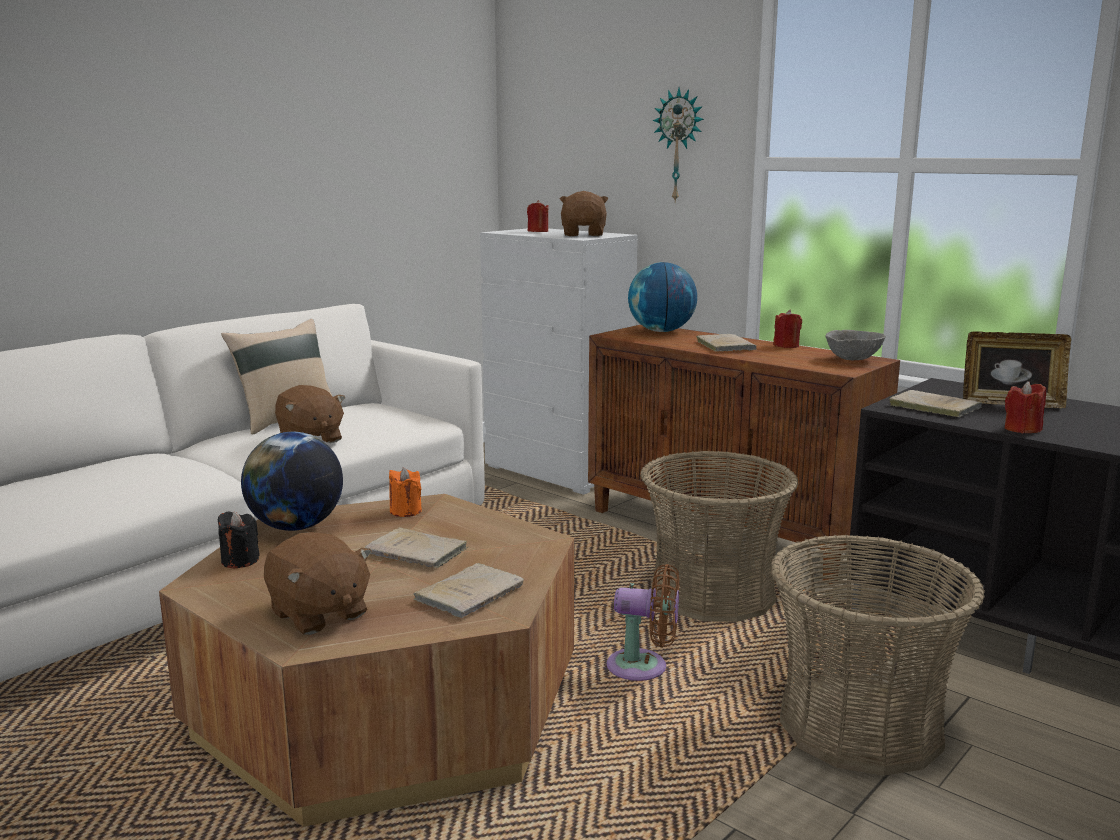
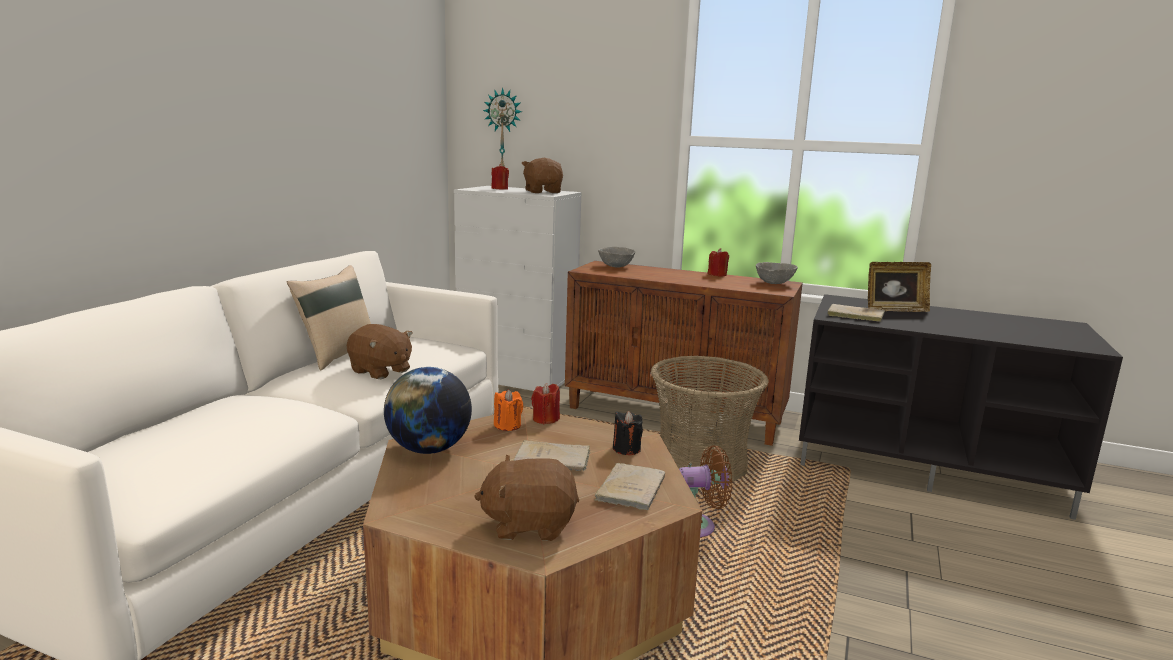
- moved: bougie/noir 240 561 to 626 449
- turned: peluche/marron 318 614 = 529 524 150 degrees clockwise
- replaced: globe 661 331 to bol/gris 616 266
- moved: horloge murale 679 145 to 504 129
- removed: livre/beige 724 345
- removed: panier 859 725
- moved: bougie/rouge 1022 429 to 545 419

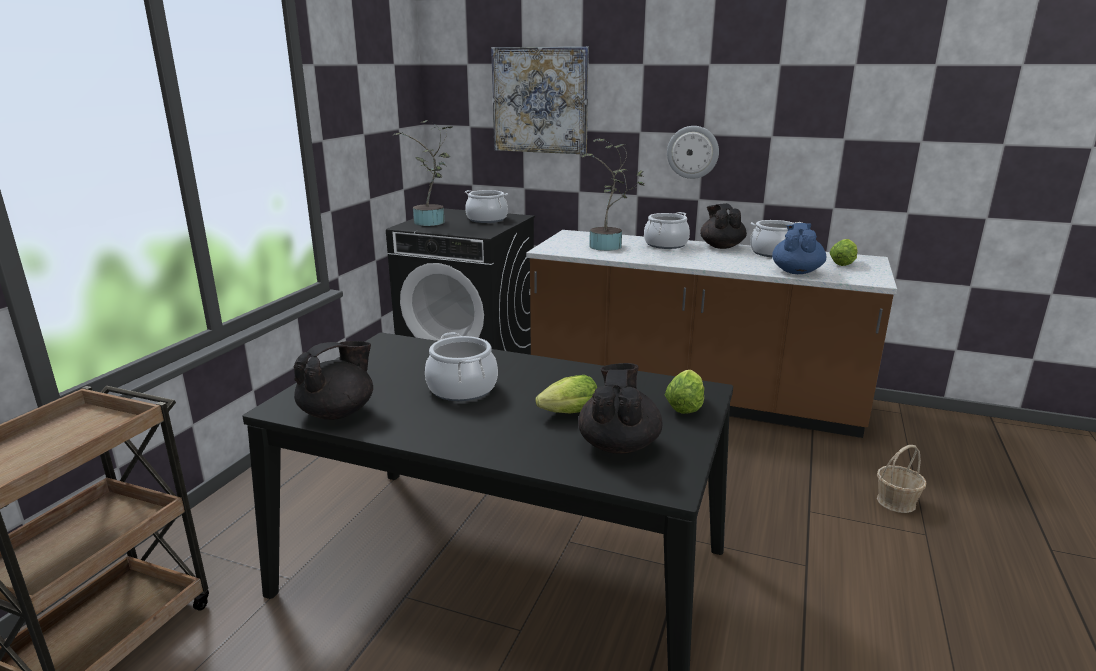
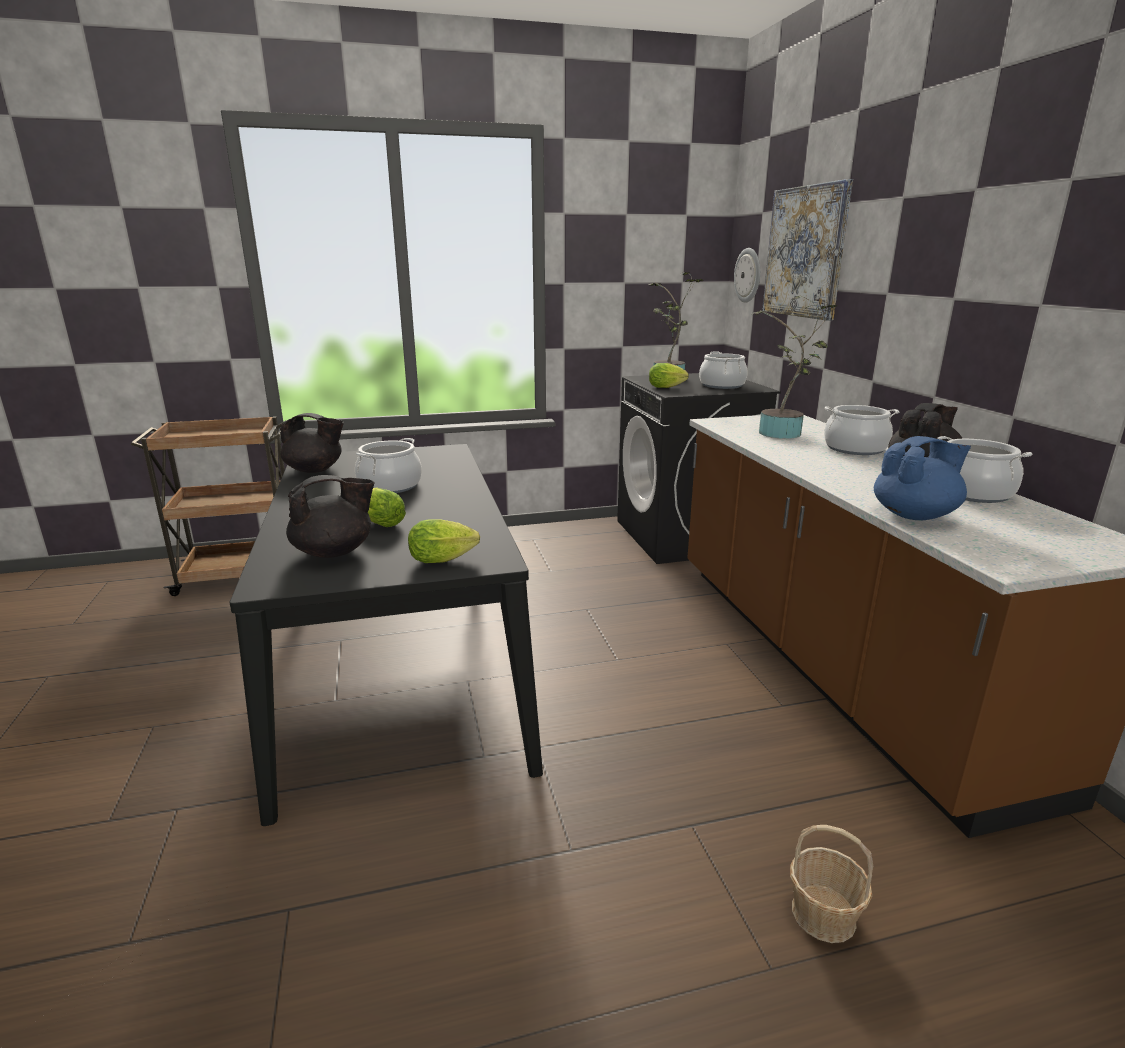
- moved: horloge murale 692 152 to 748 275
- moved: laitue 843 263 to 668 387

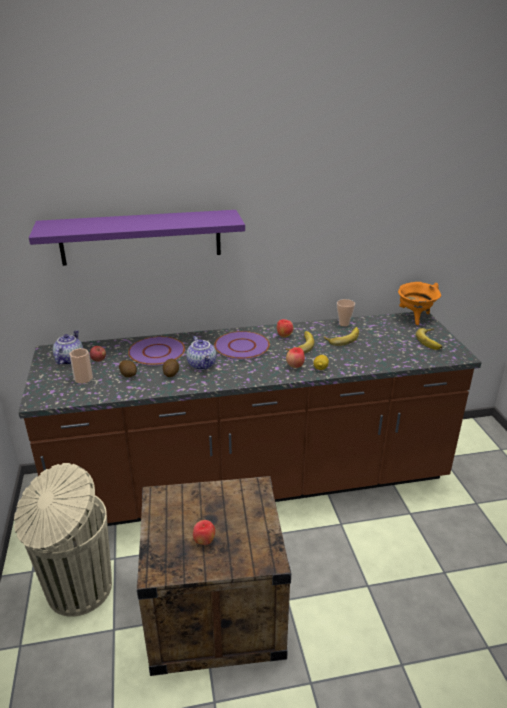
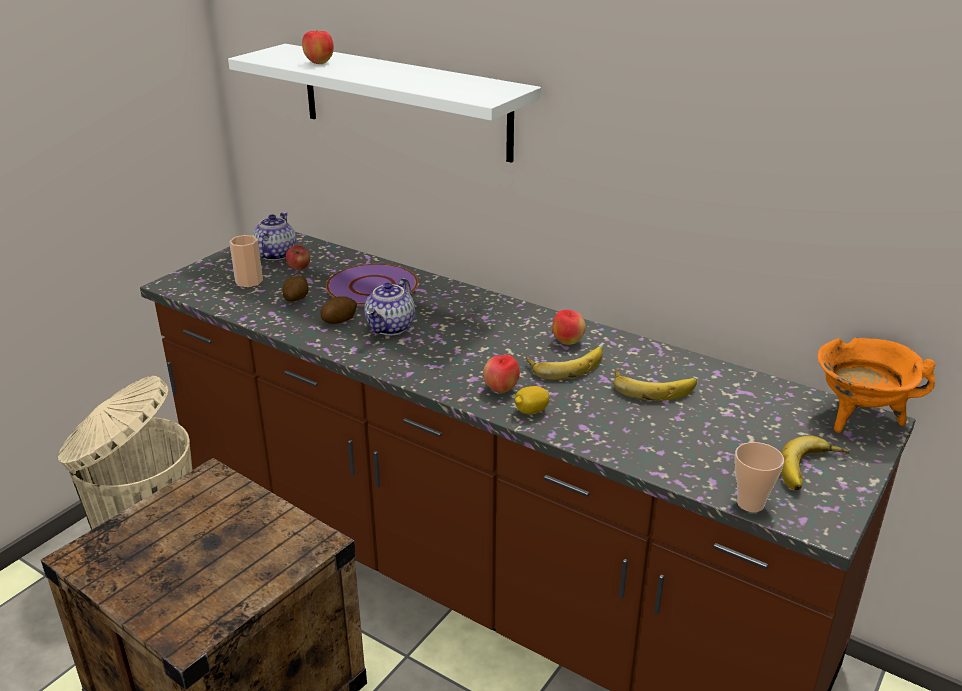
- recoloured: étagère/violet 141 237 to étagère/blanc 404 101
- turned: théière 69 359 = 275 254 45 degrees counterclockwise
- moved: pomme 204 541 to 319 63
- removed: assiette/violet 242 346
- moved: tasse 344 324 to 750 503

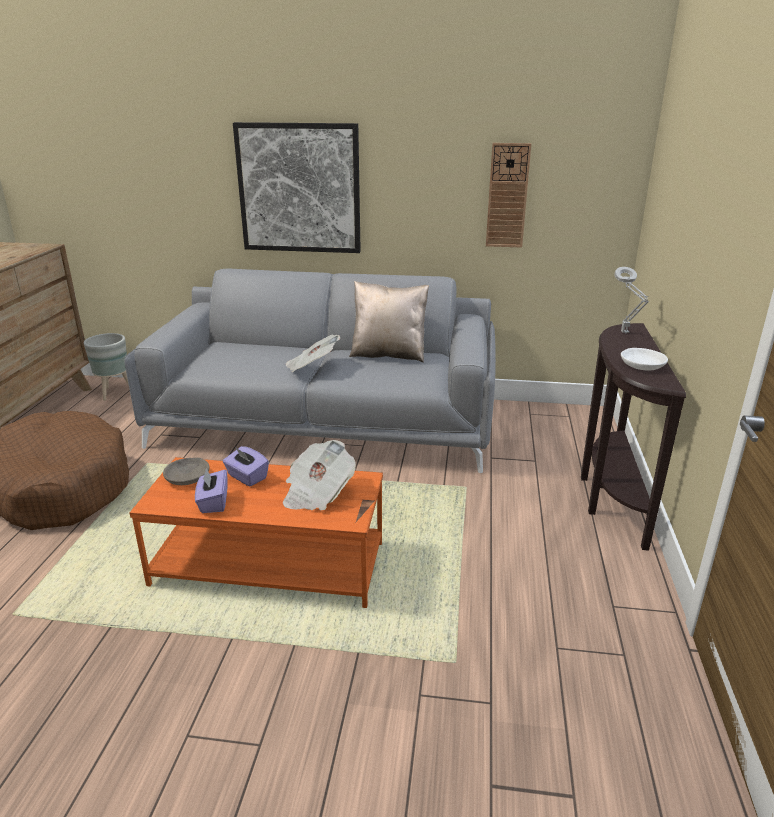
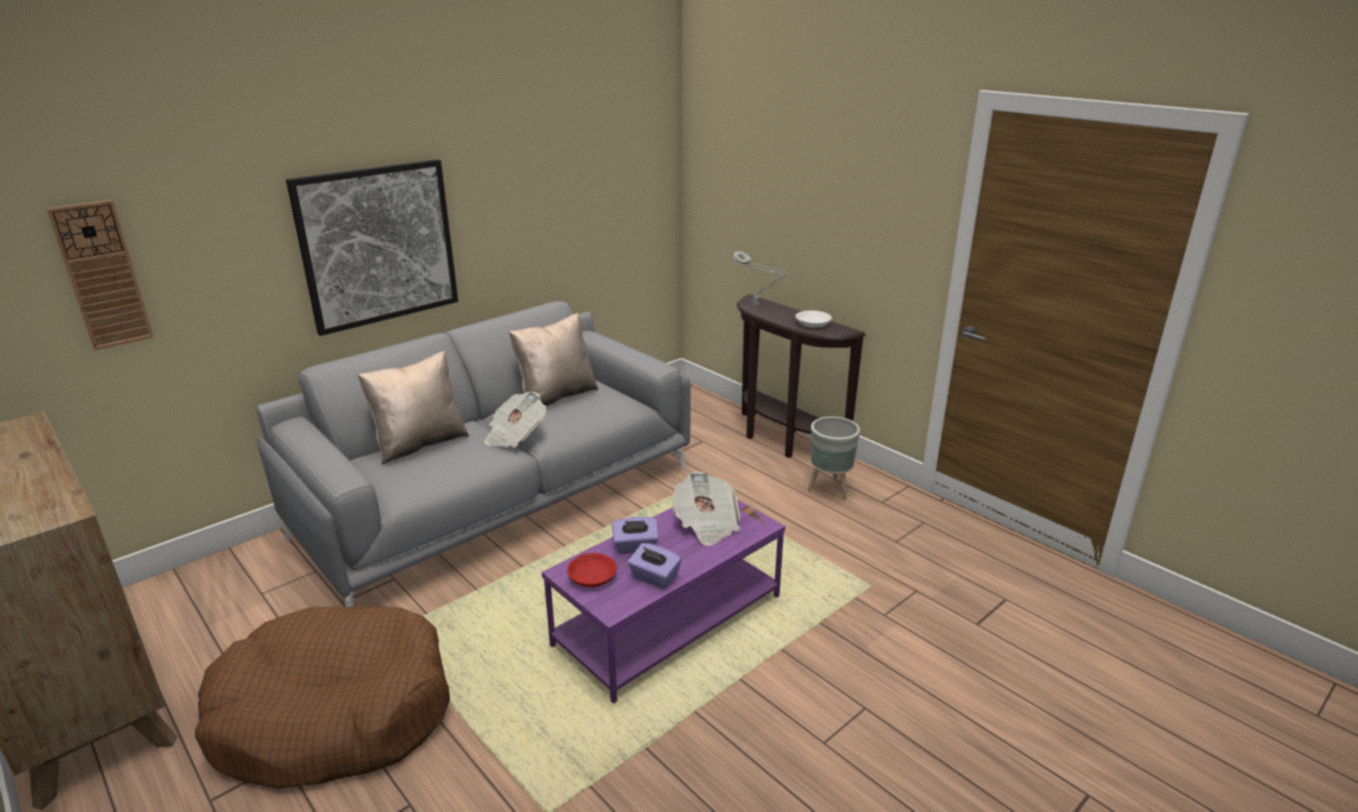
- moved: cache-pot/gris 114 393 to 829 490
- recoloured: table basse/orange 270 564 to table basse/violet 669 620
- recoloured: bol/gris 188 477 to bol/rouge 592 576
- moved: horloge murale 507 196 to 102 275
- added: coussin/beige 420 444

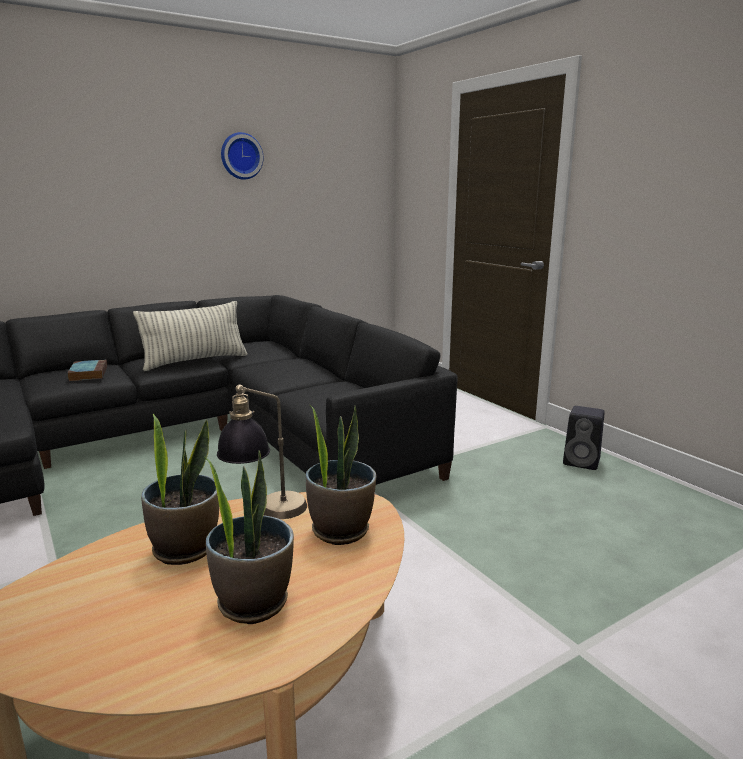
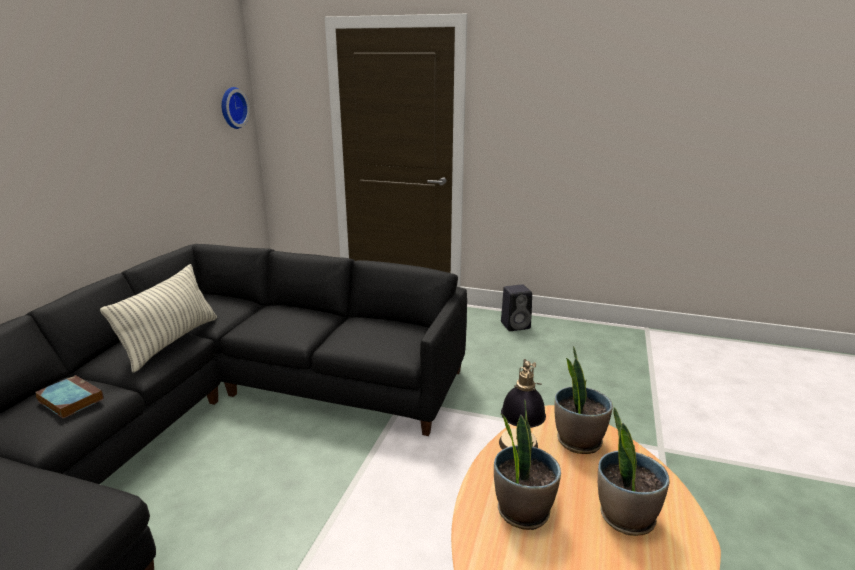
- moved: horloge murale 241 156 to 232 108

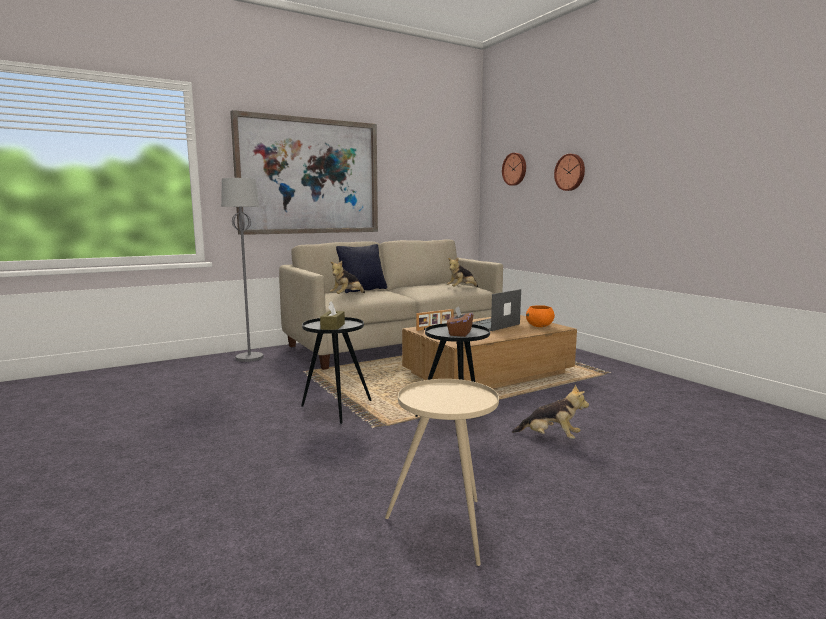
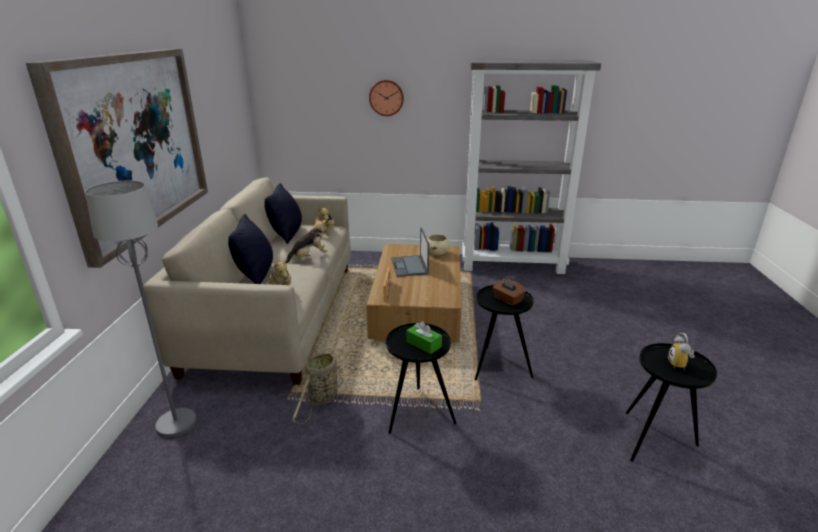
- recoloured: boîte à mouchoirs/marron 333 327 to boîte à mouchoirs/vert 423 344
- recoloured: table d'appoint/beige 445 529 to table d'appoint/noir 655 441
- removed: horloge murale 515 169
- moved: peluche 550 437 to 309 257
- recoloured: bol/orange 539 326 to bol/beige 437 253
- added: coussin/noir 287 234
- added: panier 322 399
- added: bibliothèque/gris 513 265
- added: réveil 680 365

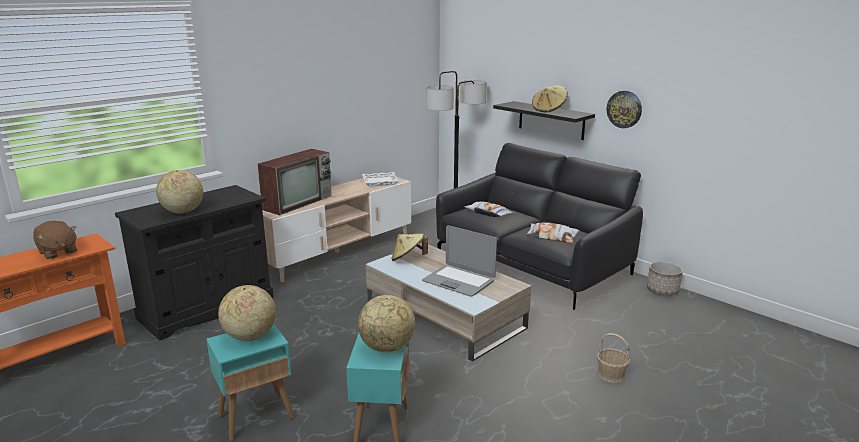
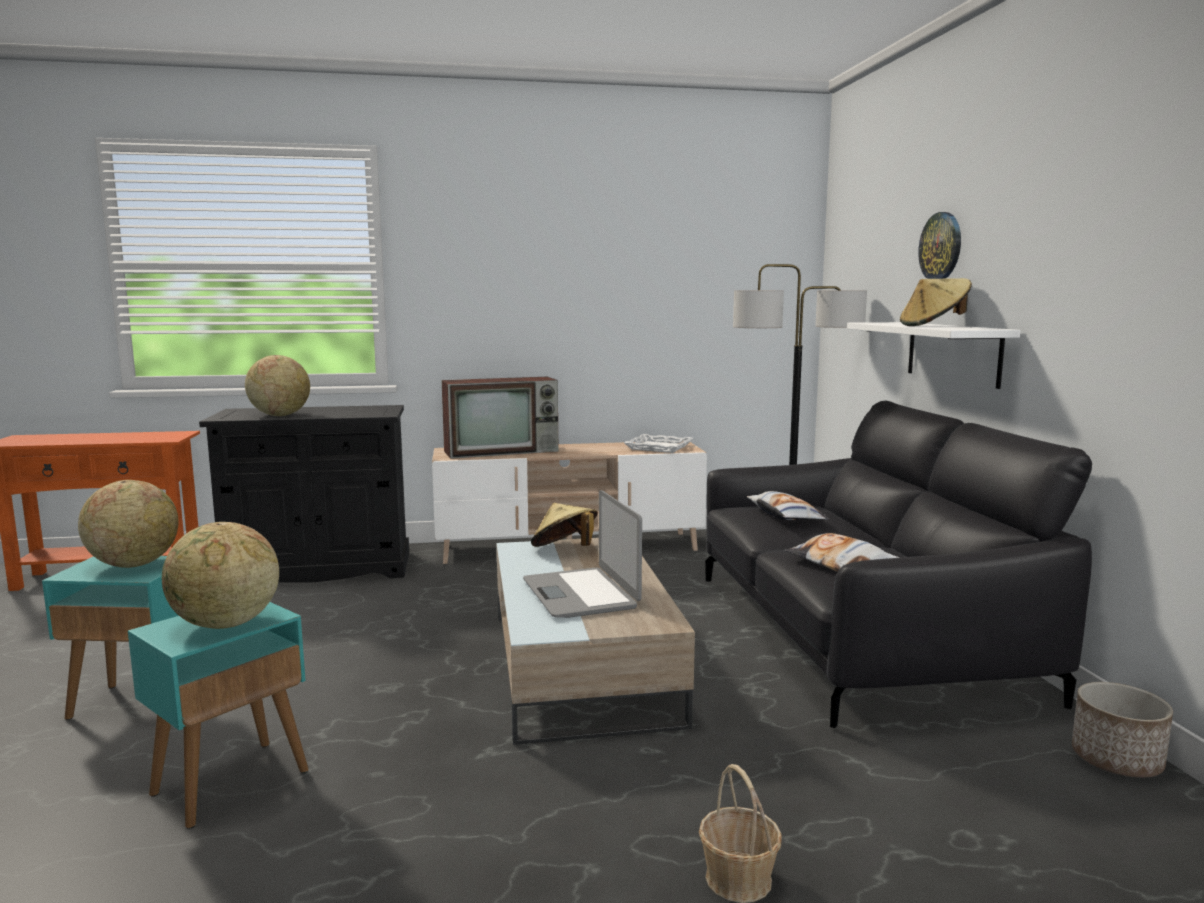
- removed: peluche/marron 57 252
- recoloured: étagère/noir 551 120 to étagère/blanc 953 353
- moved: horloge murale 624 109 to 941 246

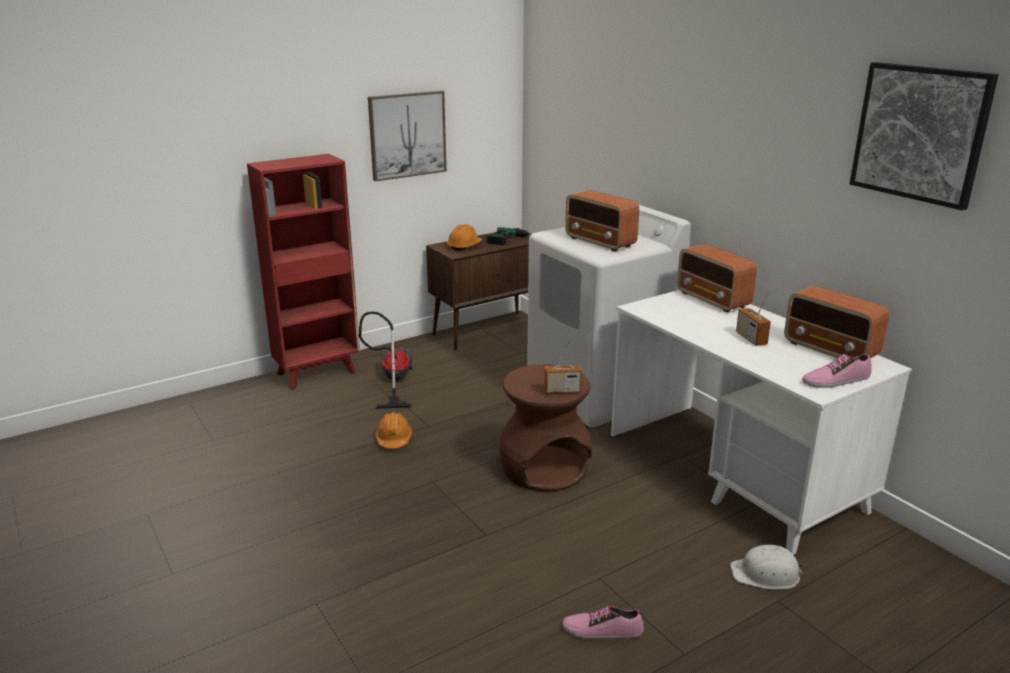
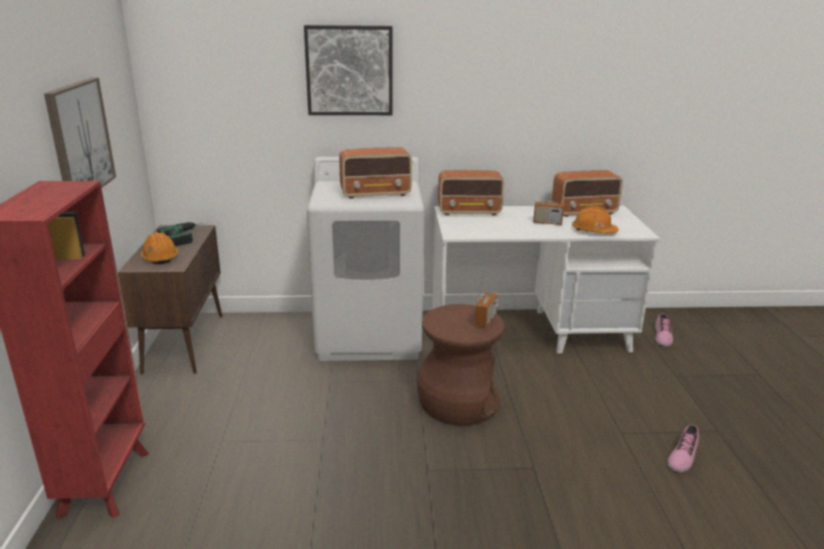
- removed: aspirateur 392 380
- moved: casque de chantier/orange 394 439 to 593 231
- removed: casque de chantier/blanc 766 574
- moved: chaussure 835 380 to 662 336
- moved: tableau 920 133 to 349 71

